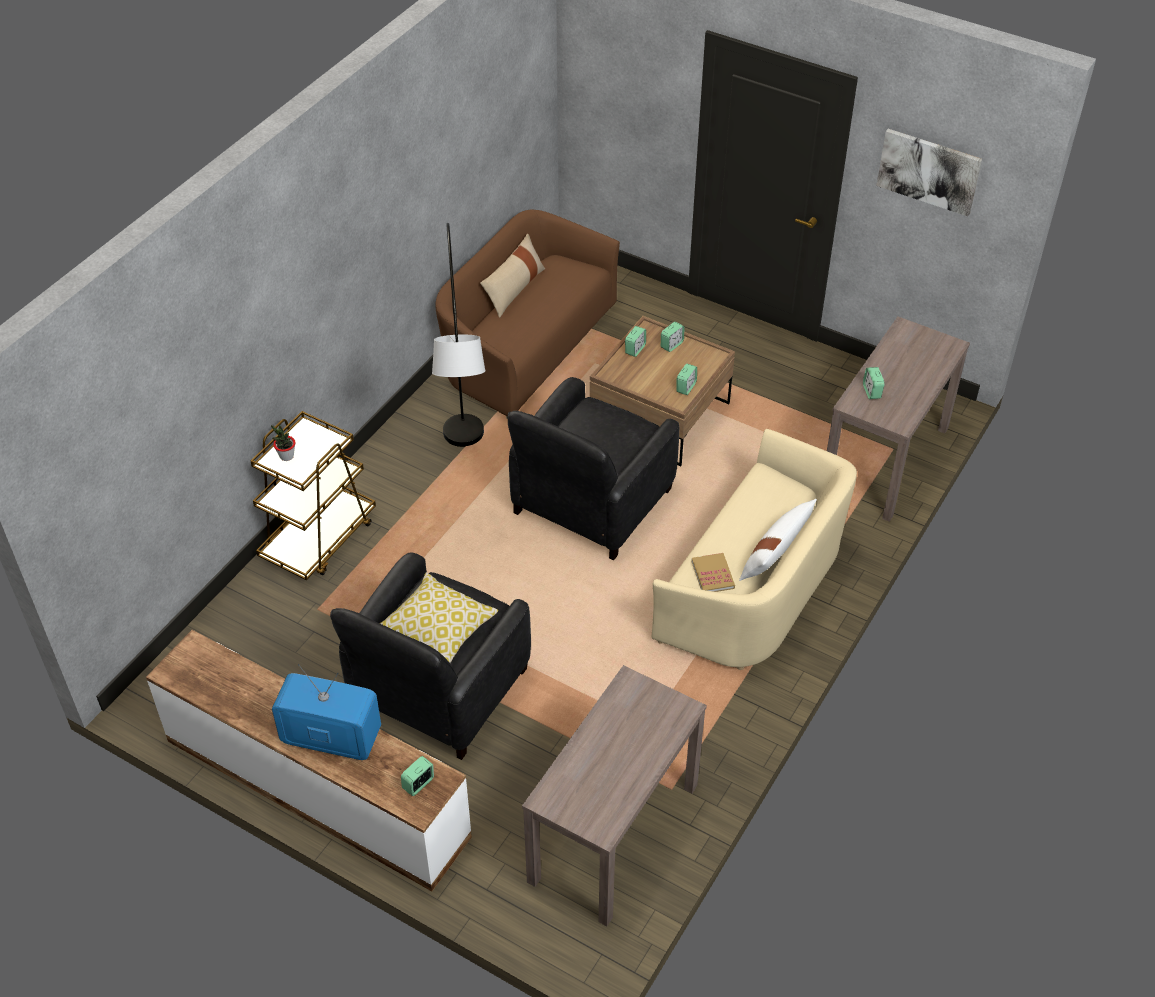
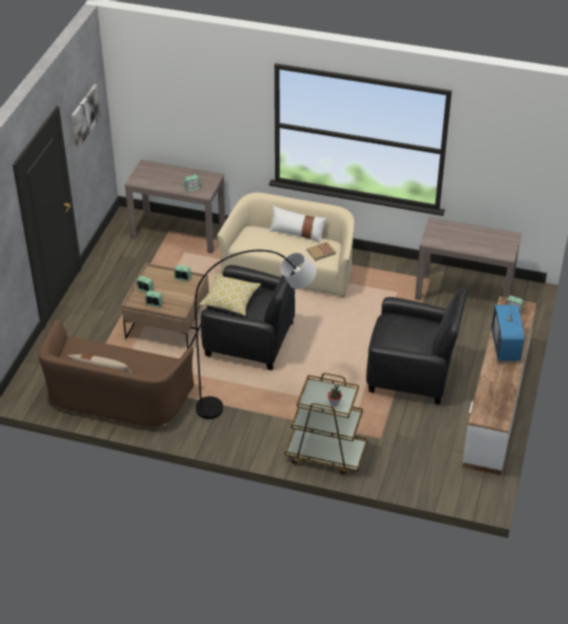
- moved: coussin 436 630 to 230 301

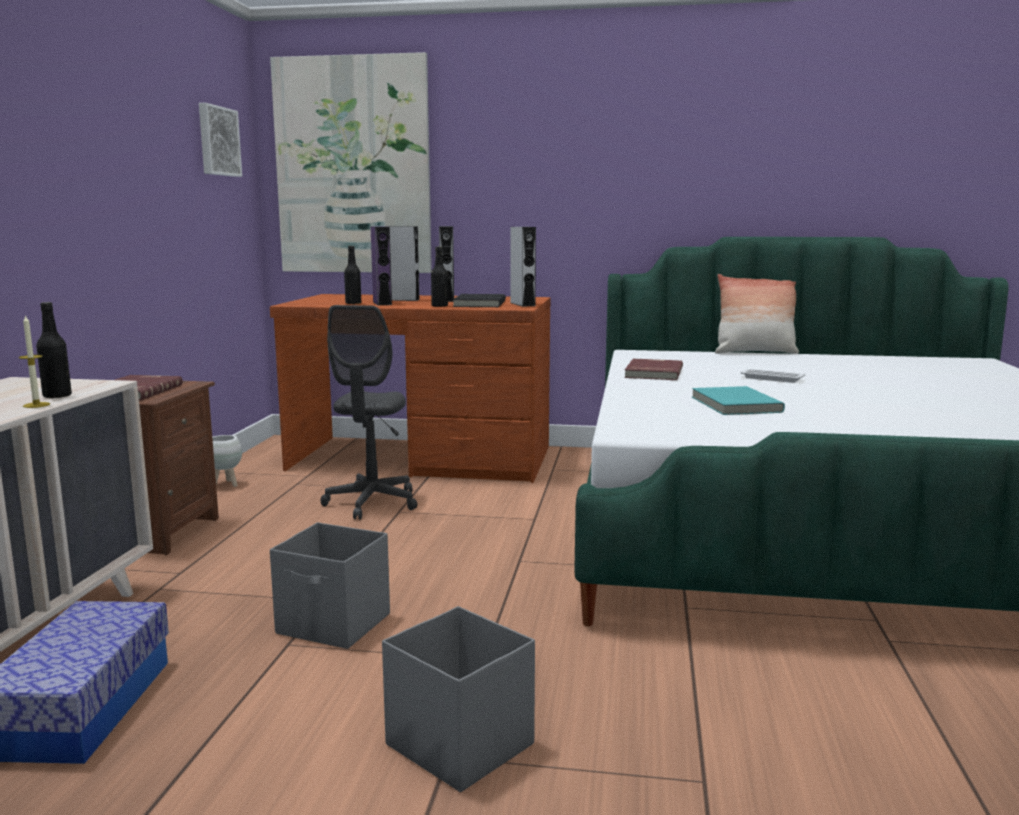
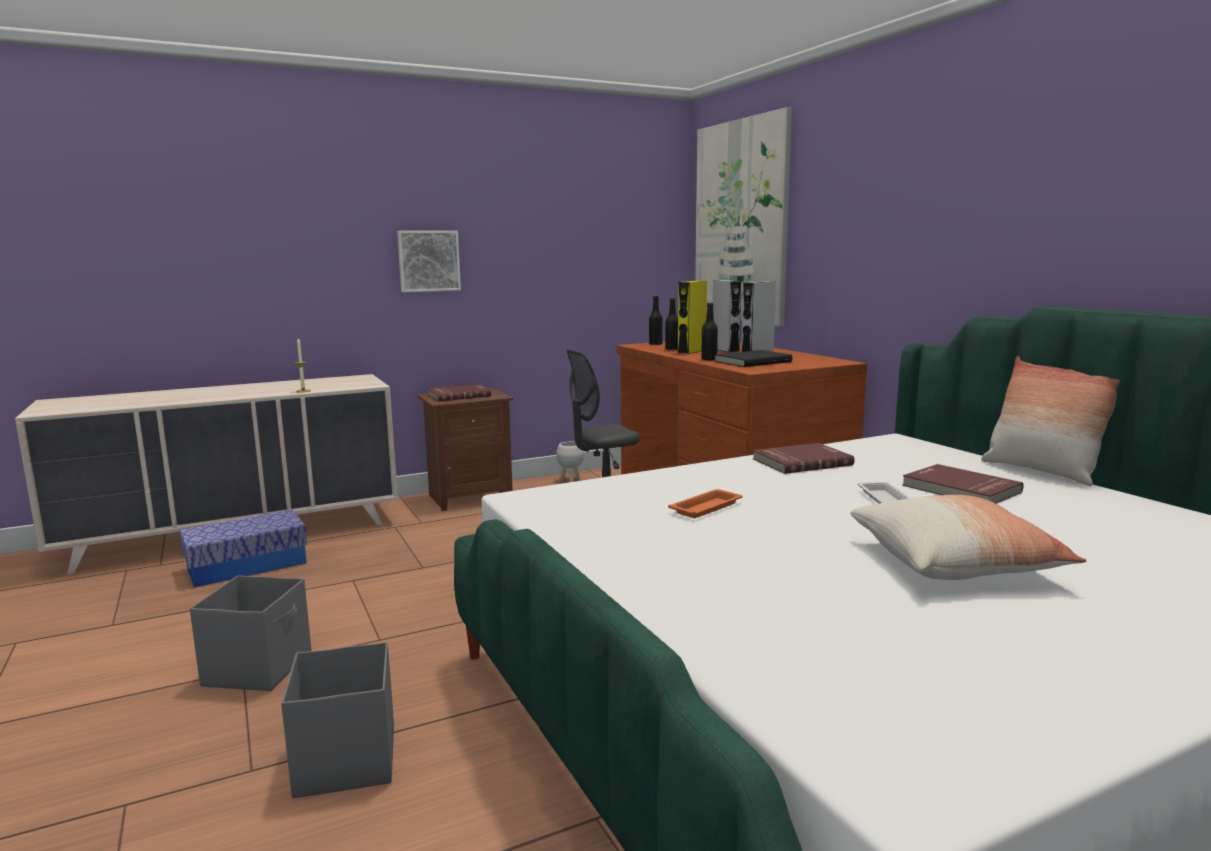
- moved: bouteille/noir 57 396 to 655 344
- moved: tableau 217 141 to 428 261
- moved: boîte de rangement/gris 334 624 to 345 762
- recoloured: enceinte/violet 382 303 to enceinte/jaune 691 351
- removed: enceinte/gris 522 304
- replaced: livre/turquoise 734 404 to plateau/orange 707 508
- added: coussin 956 564
- added: livre/rouge 960 489

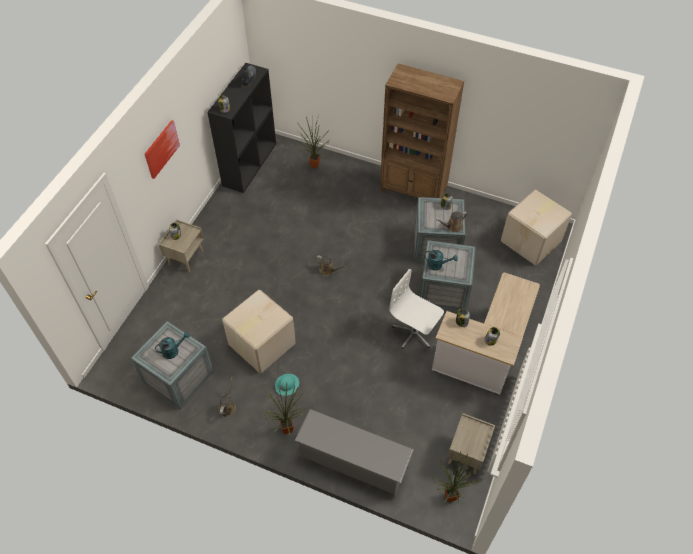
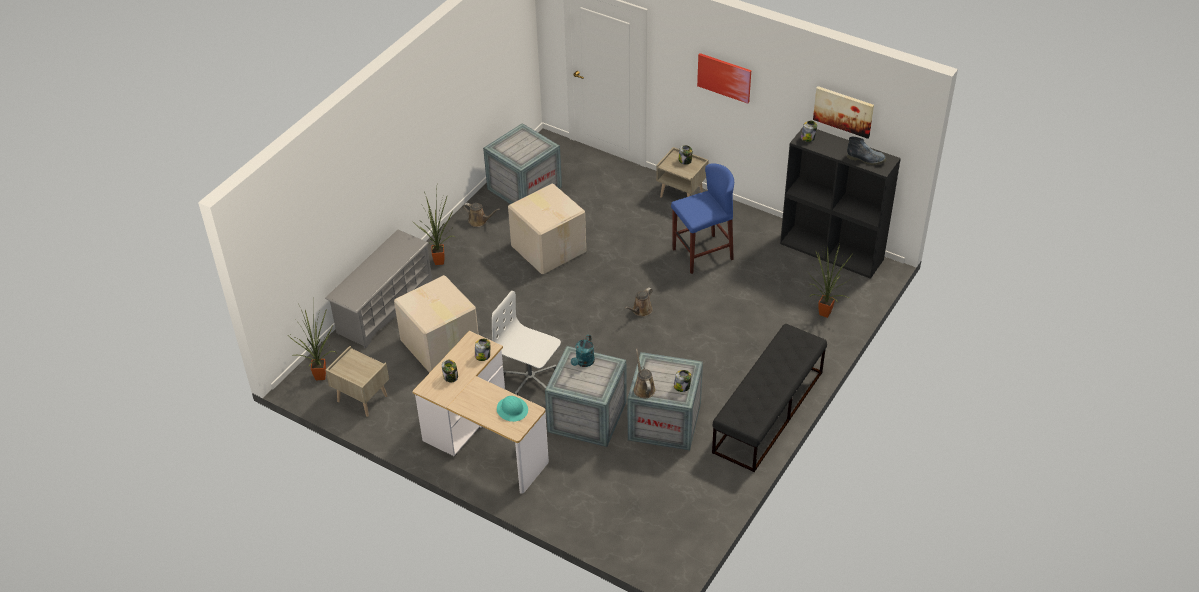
- removed: arrosoir/turquoise 173 350
- moved: casque de chantier/turquoise 287 385 to 512 410
- replaced: bibliothèque/marron 413 190 to banc/noir 768 412
- turned: chaise de bureau/blanc 414 332 = 530 377 105 degrees counterclockwise
- moved: carton 531 241 to 439 345
- added: tabouret/bleu 702 254
- added: tableau 843 111

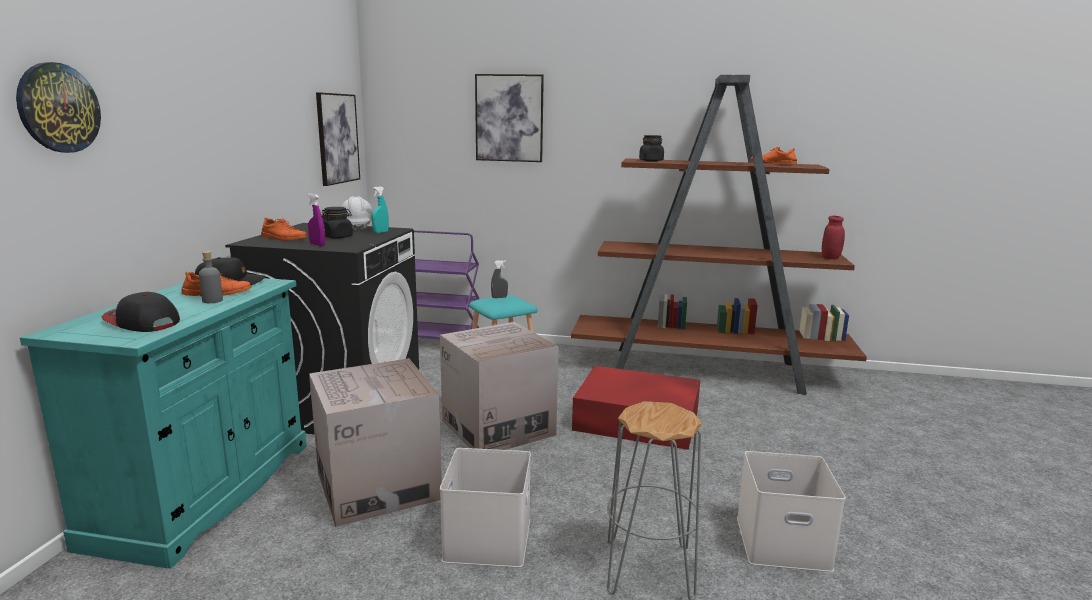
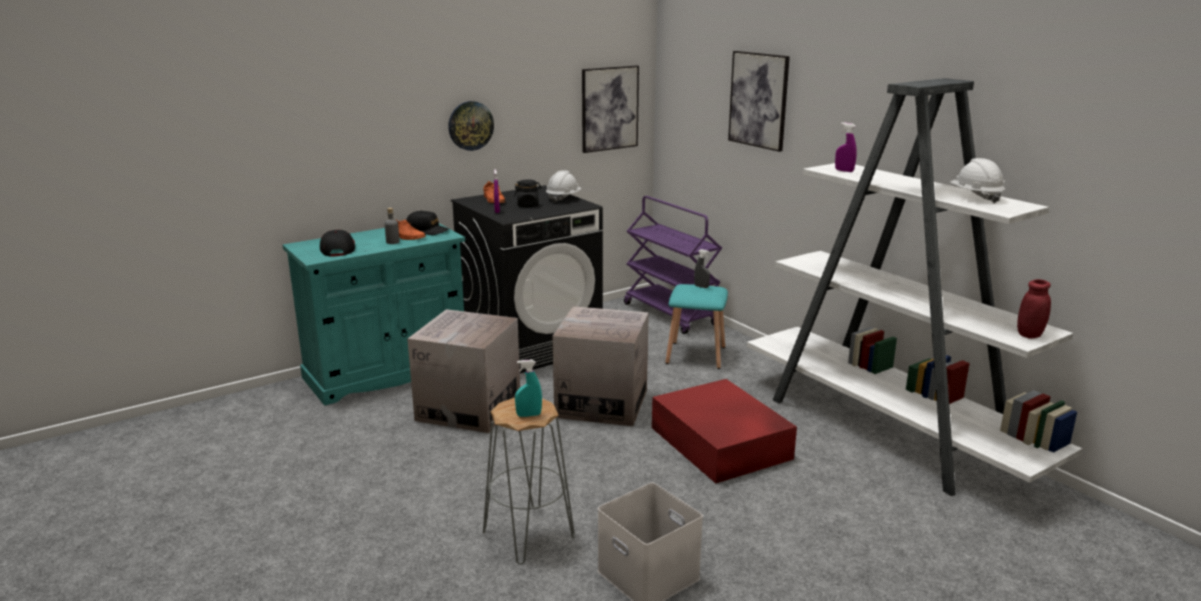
- moved: horloge murale 58 108 to 470 125
- moved: vaporisateur/turquoise 380 232 to 529 415
- removed: boîte de rangement/blanc 486 538
- recoloured: bibliothèque/marron 708 370 to bibliothèque/blanc 888 431
- replaced: bocal/noir 651 161 to vaporisateur/violet 844 171
- replaced: chaussure/orange 773 164 to casque de chantier/blanc 975 197

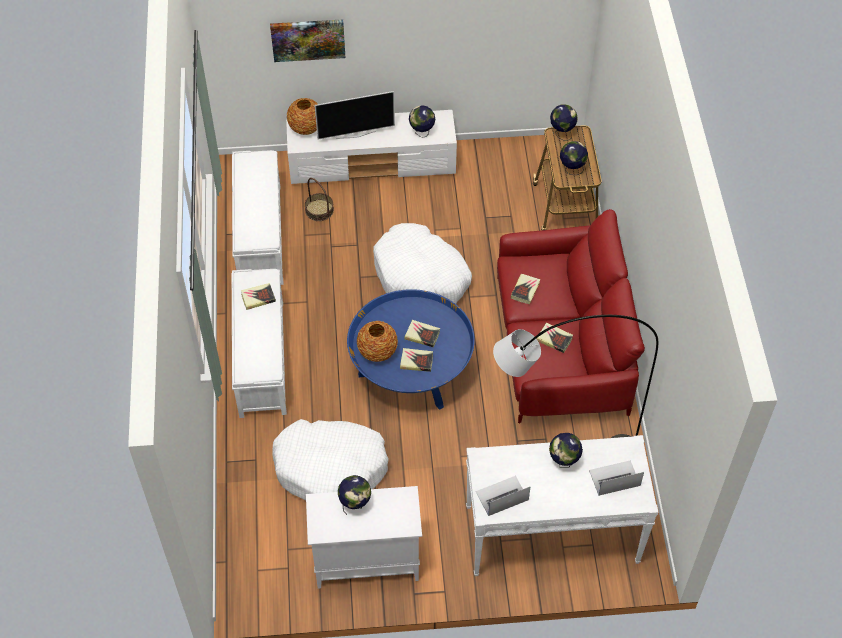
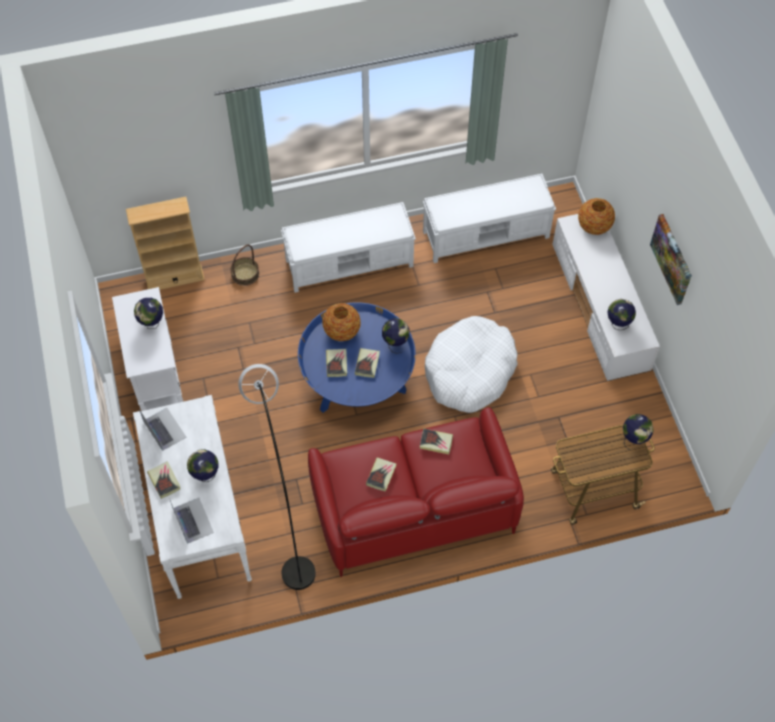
- moved: livre 258 298 to 164 481
- moved: tableau 308 39 to 672 259
- removed: panier pour chien/blanc 330 467
- moved: panier 319 210 to 245 274
- removed: téléviseur 355 134
- moved: globe 571 169 to 395 343
- added: bibliothèque/beige 175 278

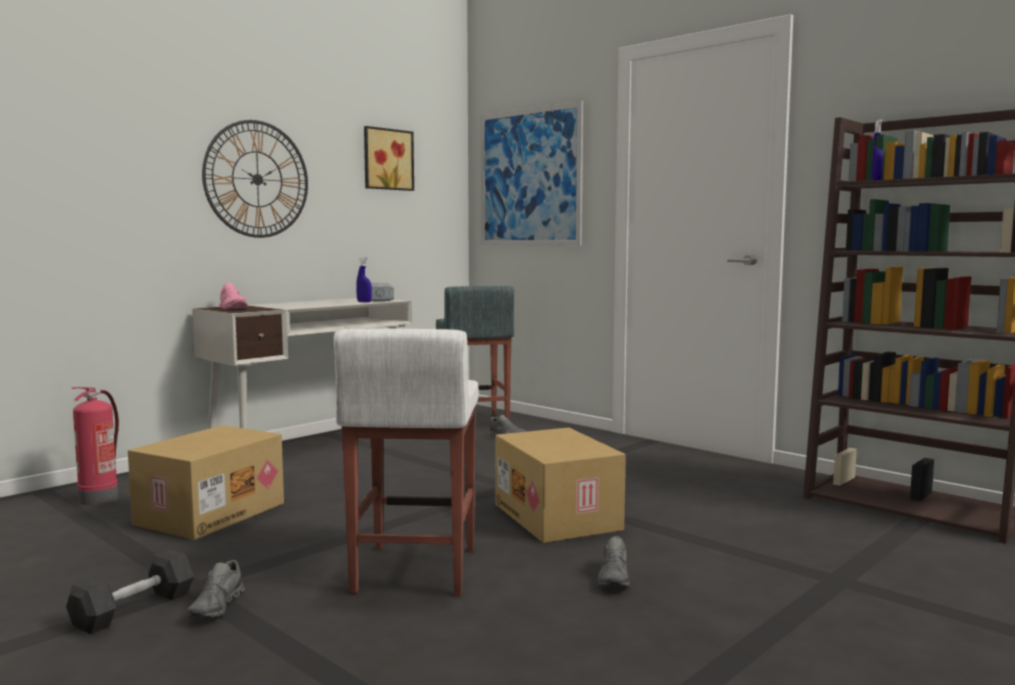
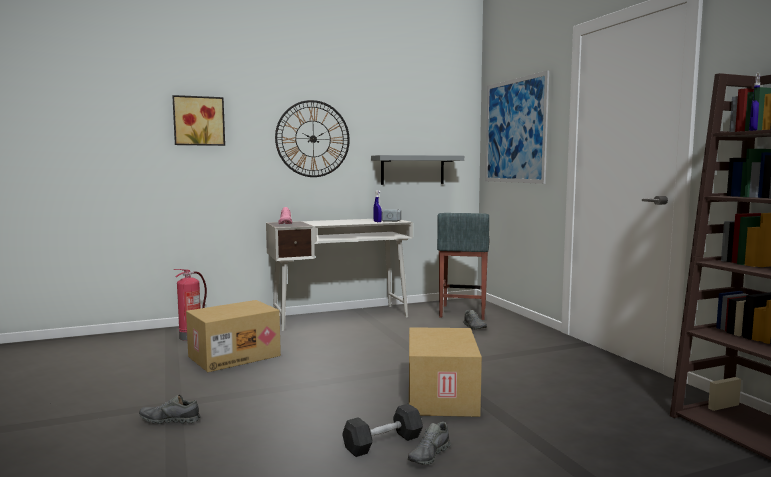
- moved: haltère/gris 134 610 to 383 443
- turned: chaussure/gris 217 607 = 170 420 60 degrees clockwise
- removed: tabouret/blanc 414 571
- moved: tableau 387 159 to 199 121
- added: étagère/gris 412 170

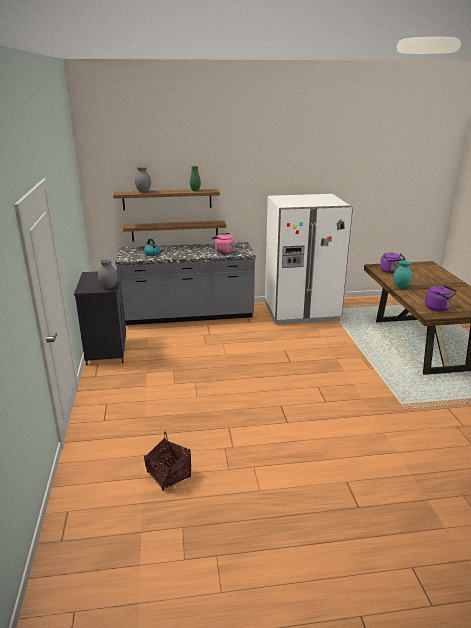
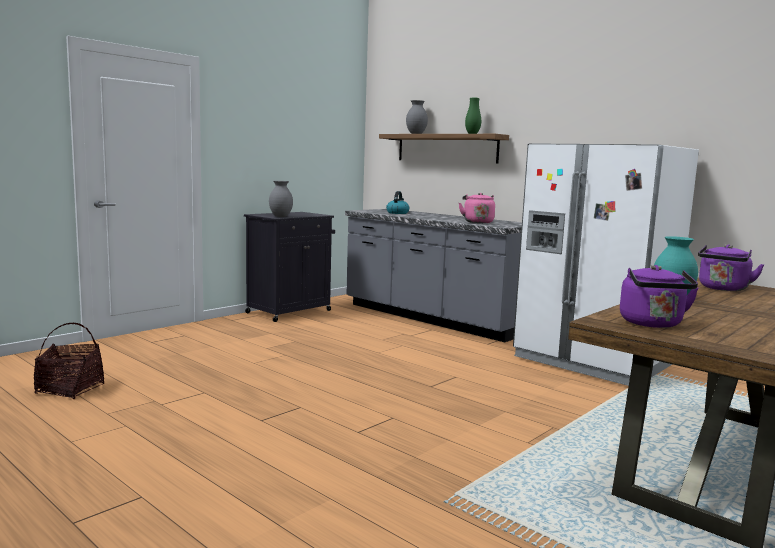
- removed: étagère 175 231

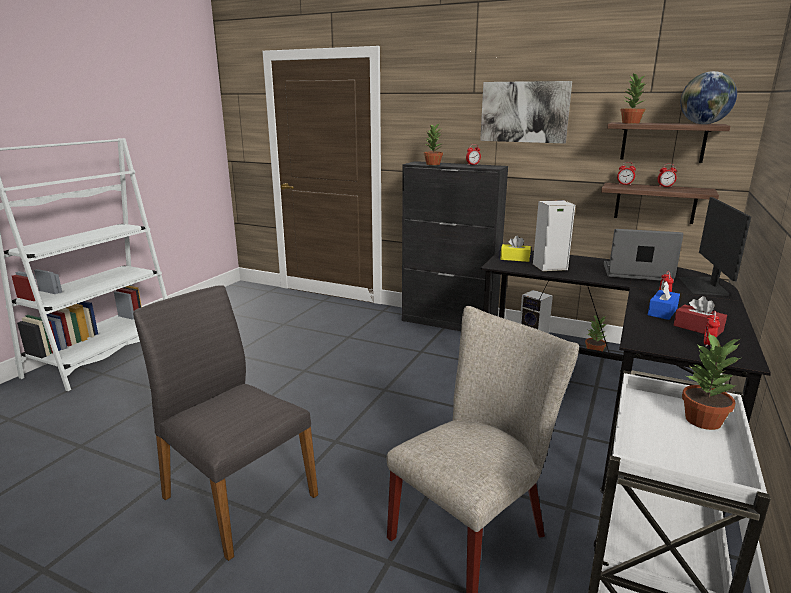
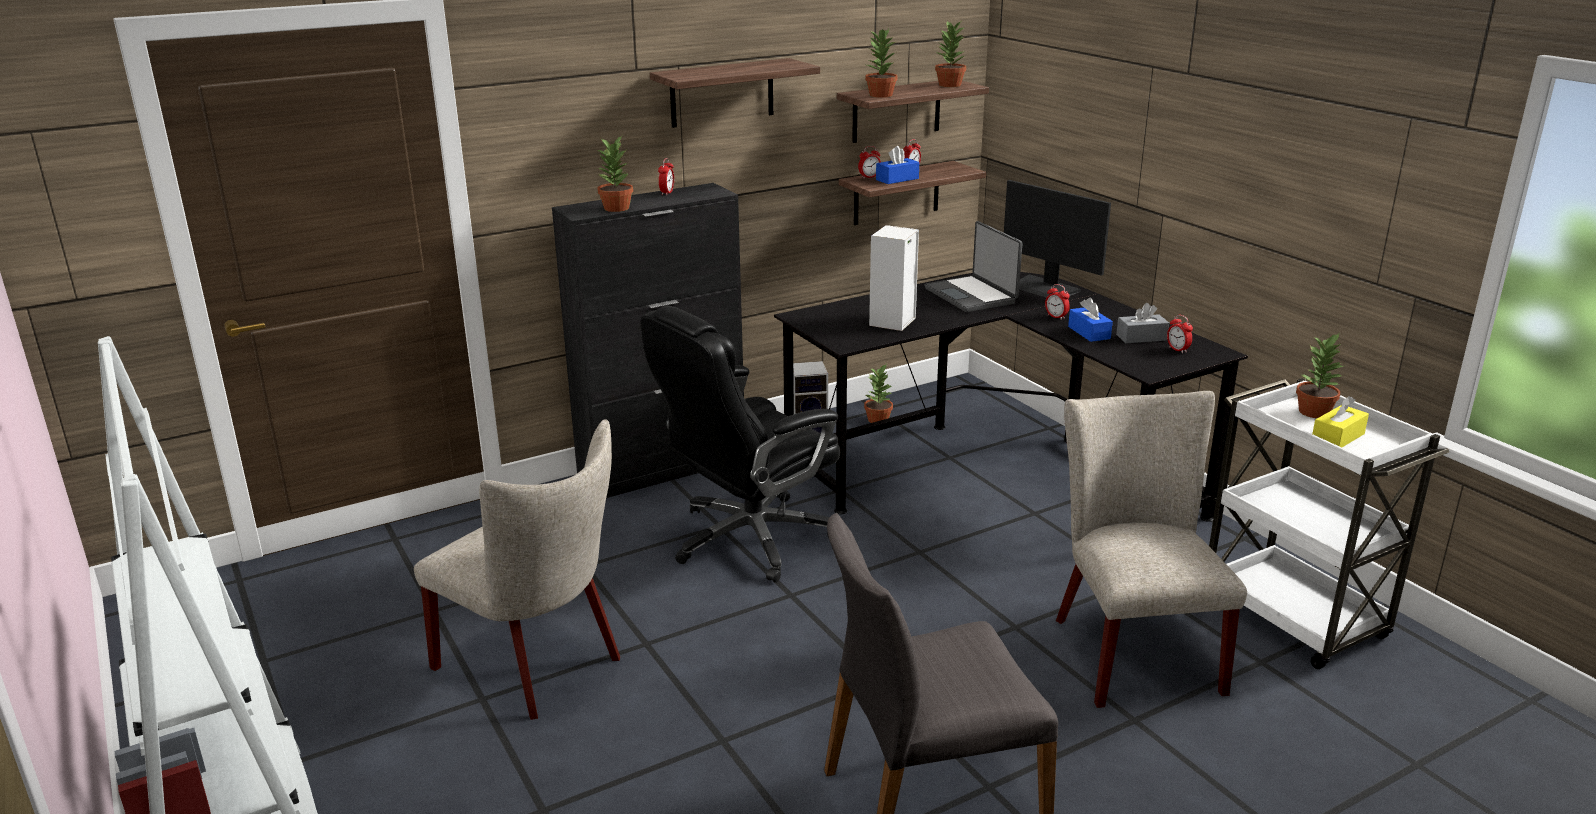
- replaced: tableau 524 112 to étagère 722 93
- moved: boîte à mouchoirs/jaune 515 258 to 1337 437
- turned: ordinateur portable 637 273 = 972 295 75 degrees counterclockwise
- recoloured: boîte à mouchoirs/rouge 698 328 to boîte à mouchoirs/gris 1141 337
- replaced: globe 703 124 to plante en pot 949 85
- added: chaise/beige 537 665
- added: chaise de bureau/noir 749 539
- added: boîte à mouchoirs/bleu 897 179

